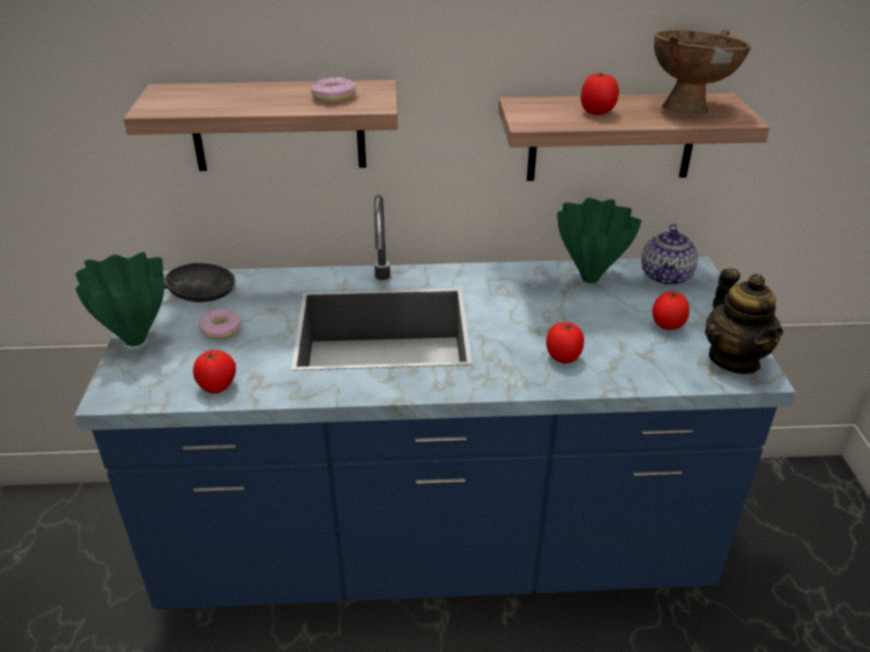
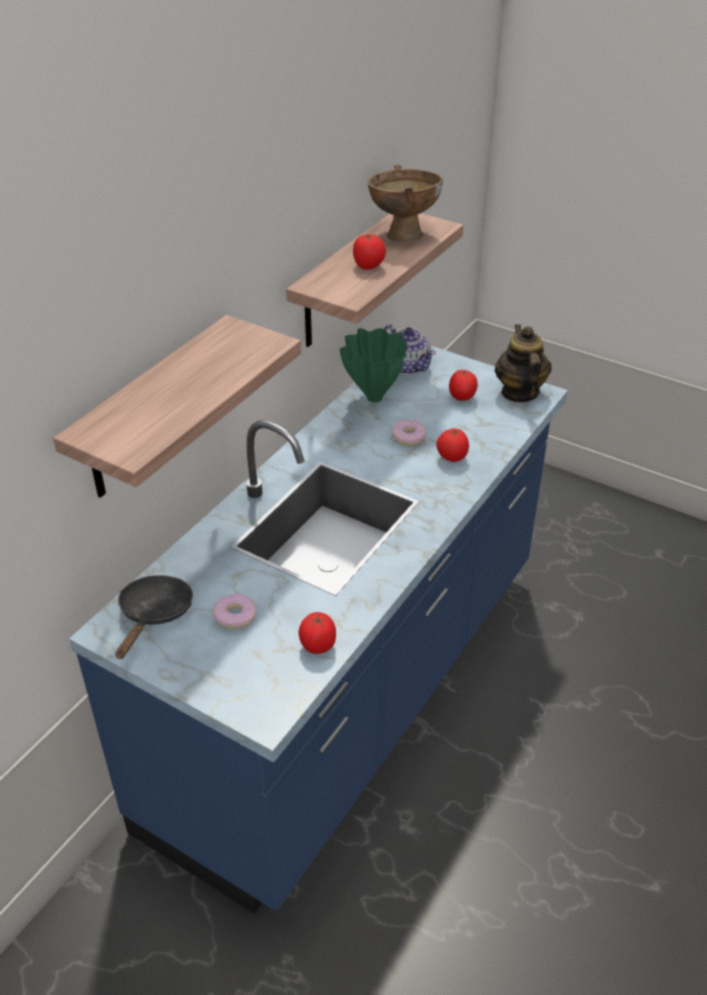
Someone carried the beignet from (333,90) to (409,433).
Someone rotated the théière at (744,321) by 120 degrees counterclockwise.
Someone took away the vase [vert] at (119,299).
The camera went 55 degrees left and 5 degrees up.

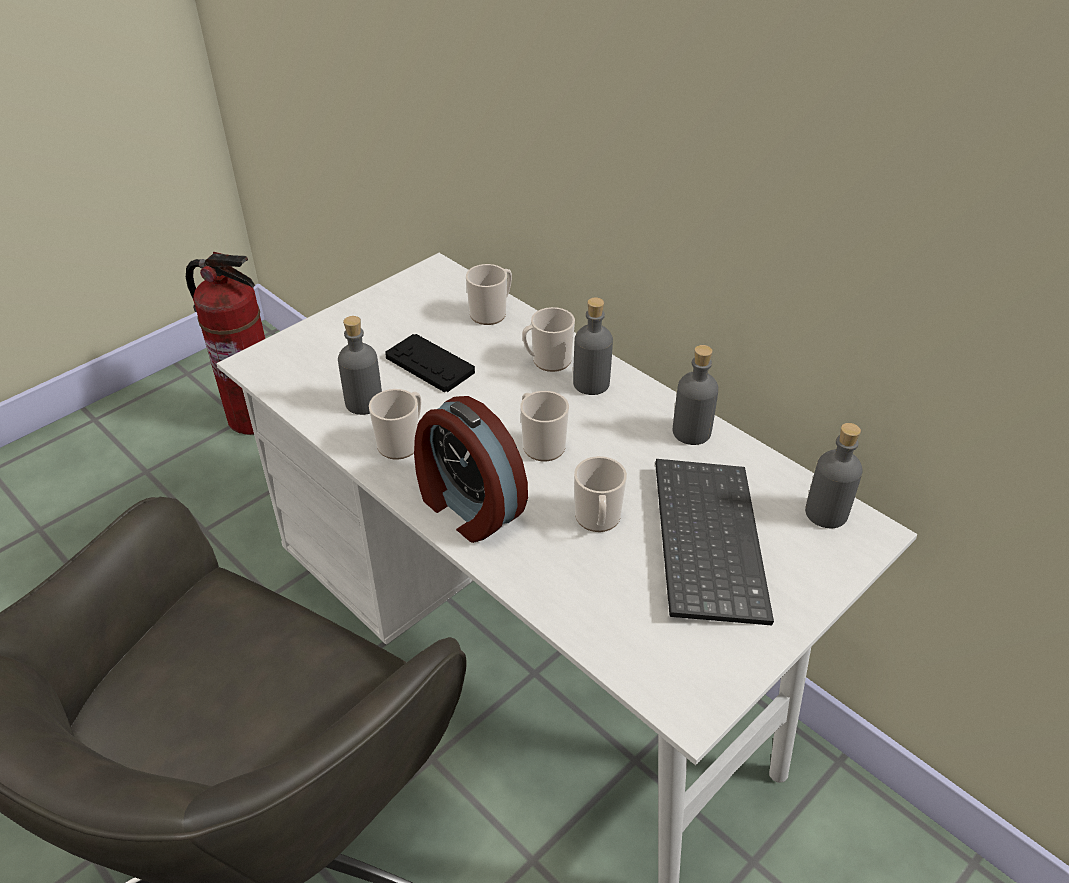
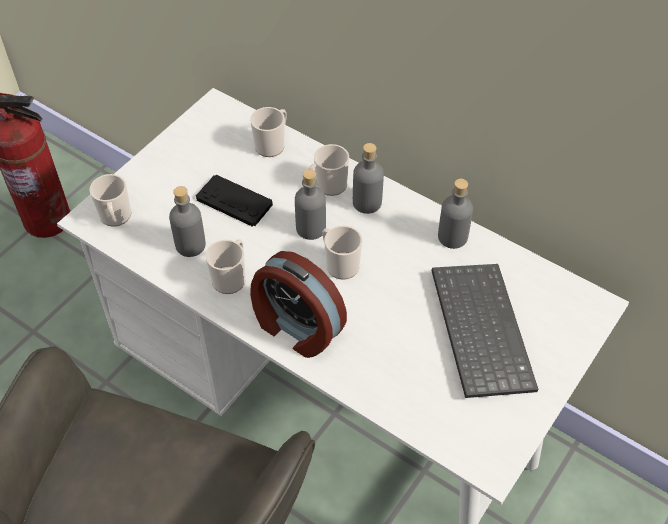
Someone carried the mug from (600,494) to (110,200).
Someone carried the bouteille [gris] from (834,475) to (310,204).
The camera went 10 degrees left and 10 degrees up.

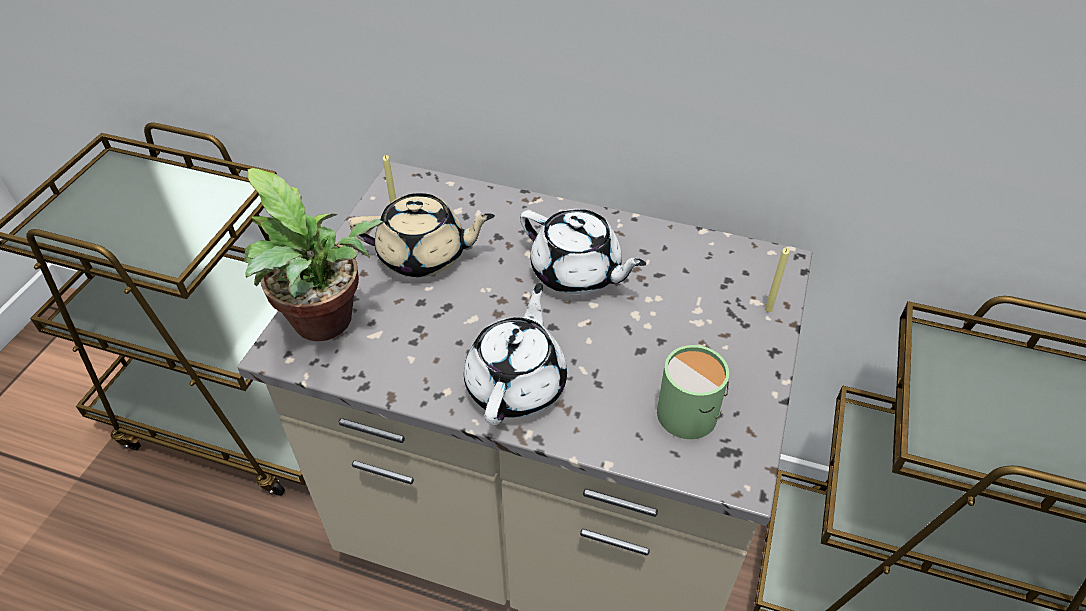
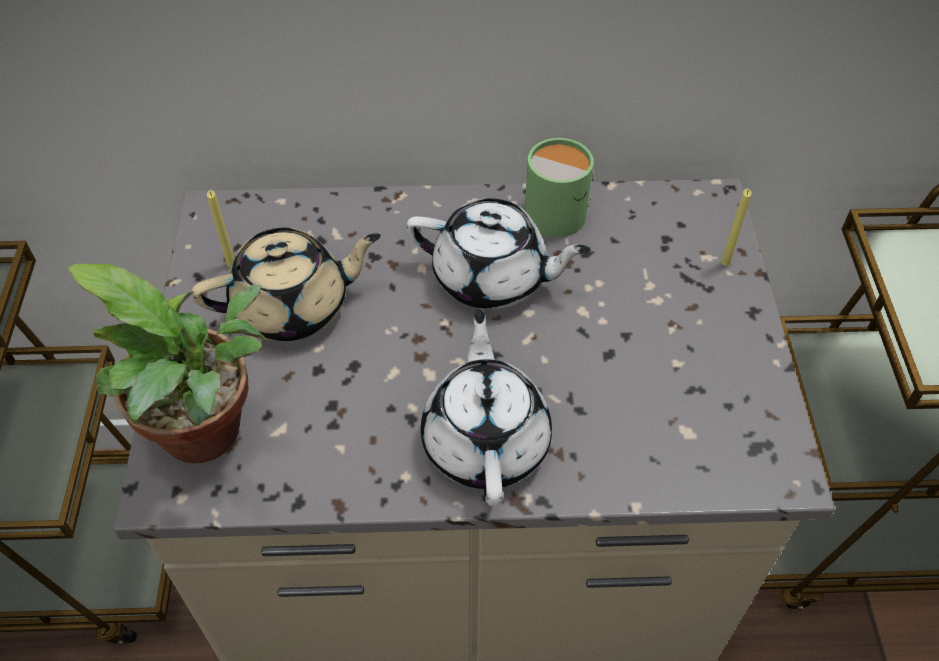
Someone carried the mug [vert] from (693,392) to (559,188).
The camera went 20 degrees left and 5 degrees up.

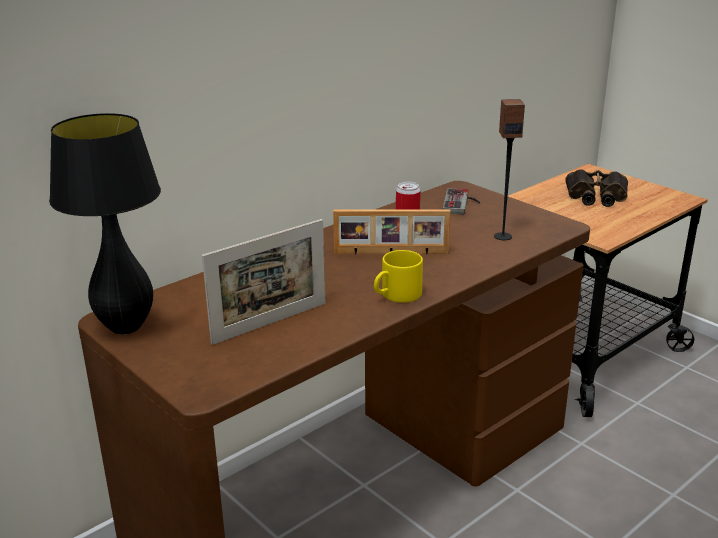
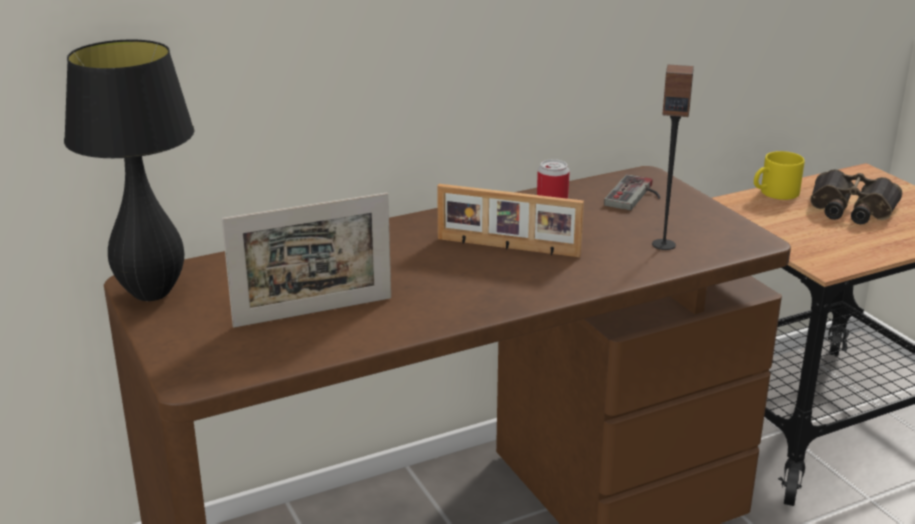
Someone carried the mug [jaune] from (398,276) to (779,175).
The camera went 15 degrees right and 0 degrees up.

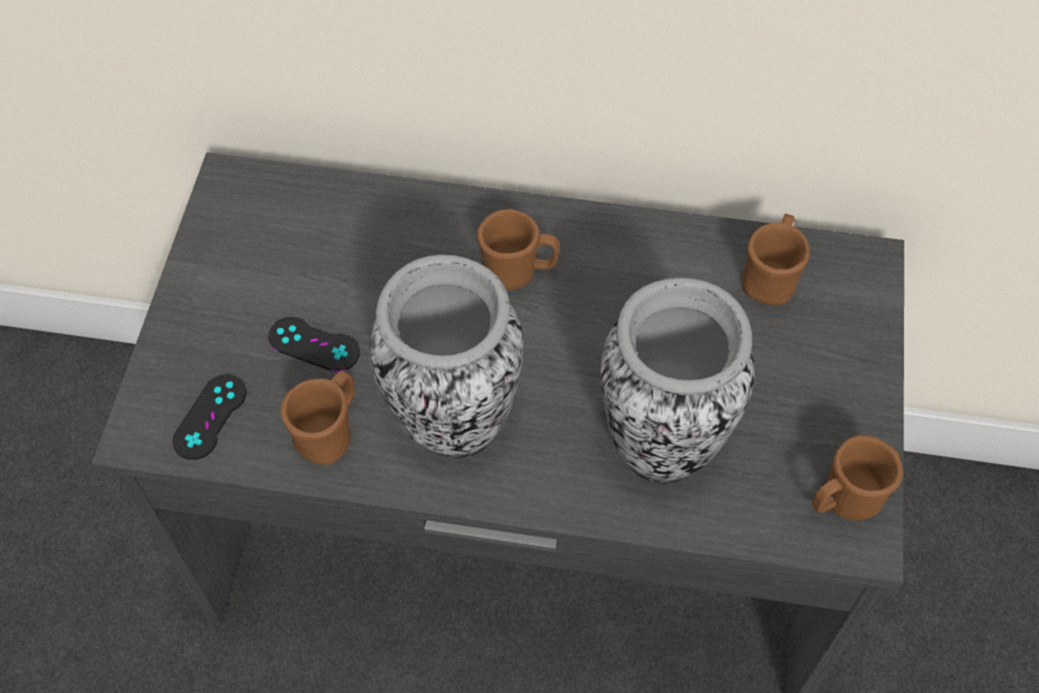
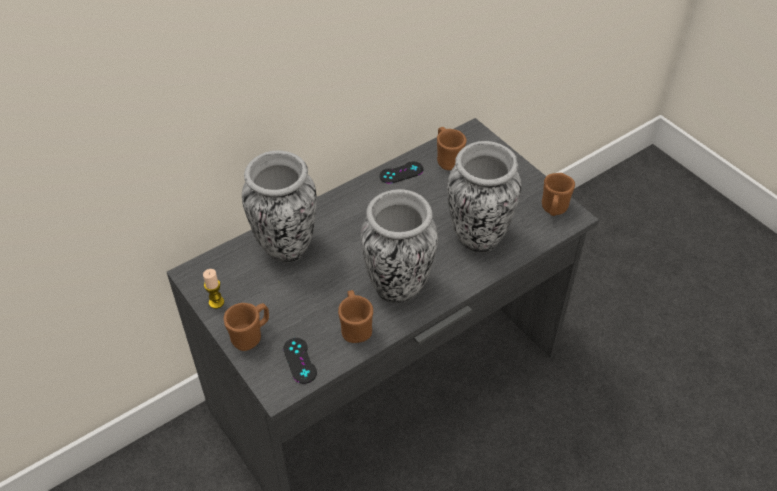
Someone put down the bougie at (213,289).
Someone carried the mug [marron] from (518,249) to (246,327).
Someone put down the vase at (279,206).
Someone carried the manette [noir] from (314,344) to (401,173).
The camera went 45 degrees left and 10 degrees down.

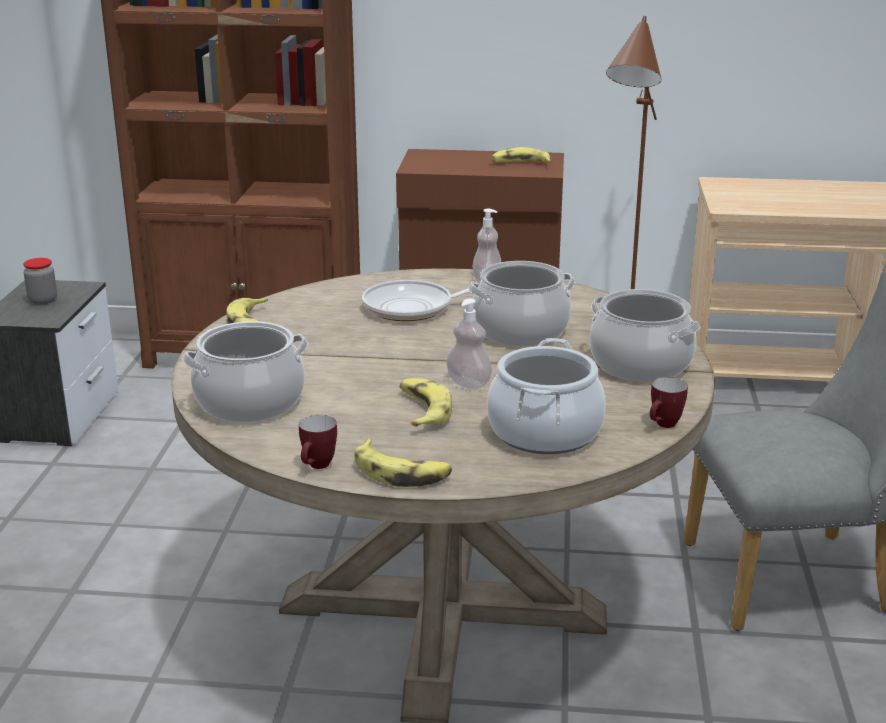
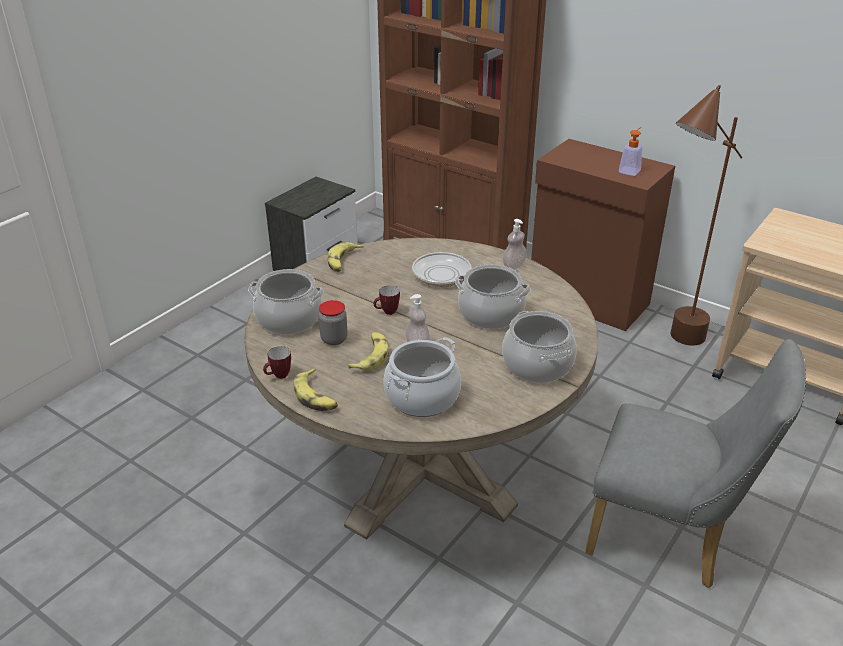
Someone carried the bocal from (40,281) to (333,322).
Someone carried the mug from (669,402) to (386,300).
Someone swapped the banane at (522,155) for the distributeur de savon at (630,151).
The camera went 30 degrees right and 10 degrees up.

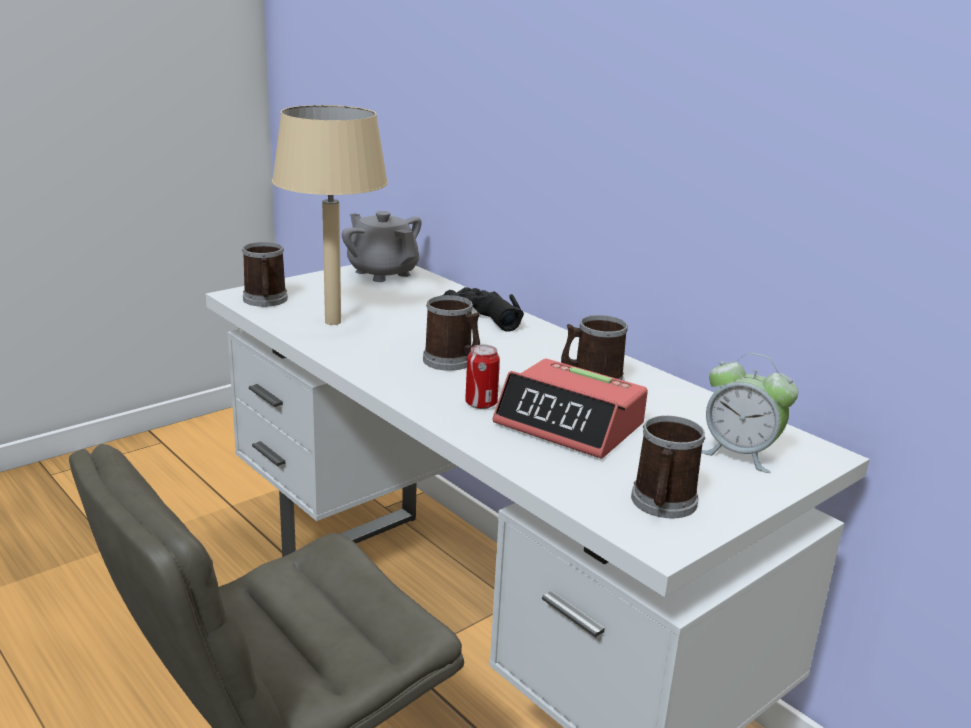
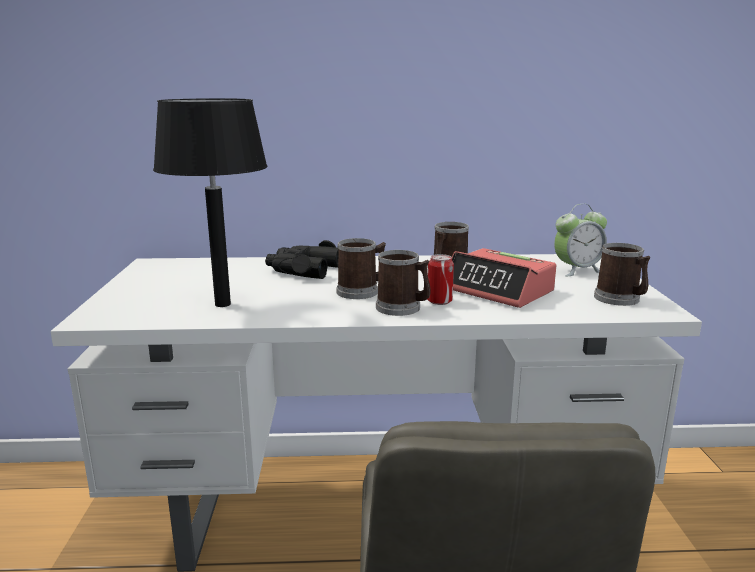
Someone repainted the lampe de table [beige] at (330,215), which became the lampe de table [noir] at (210,202).
Someone carried the mug from (265,274) to (403,283).
Someone rotated the réveil at (570,408) by 60 degrees clockwise.
Someone took away the théière [gris] at (382,246).
The camera went 50 degrees left and 5 degrees down.

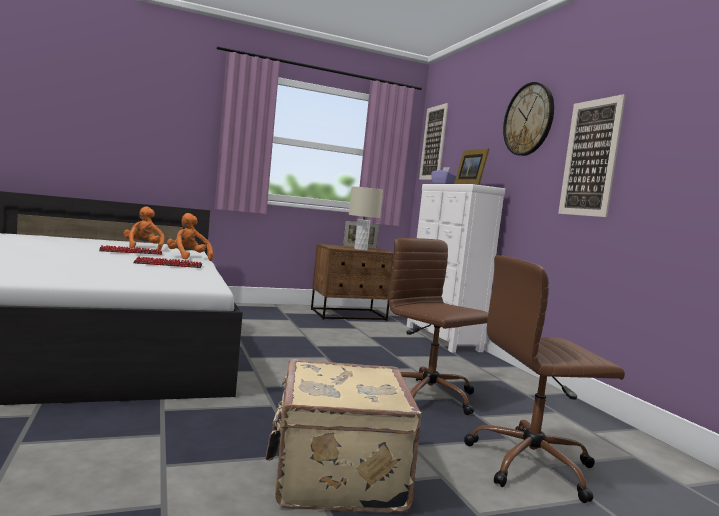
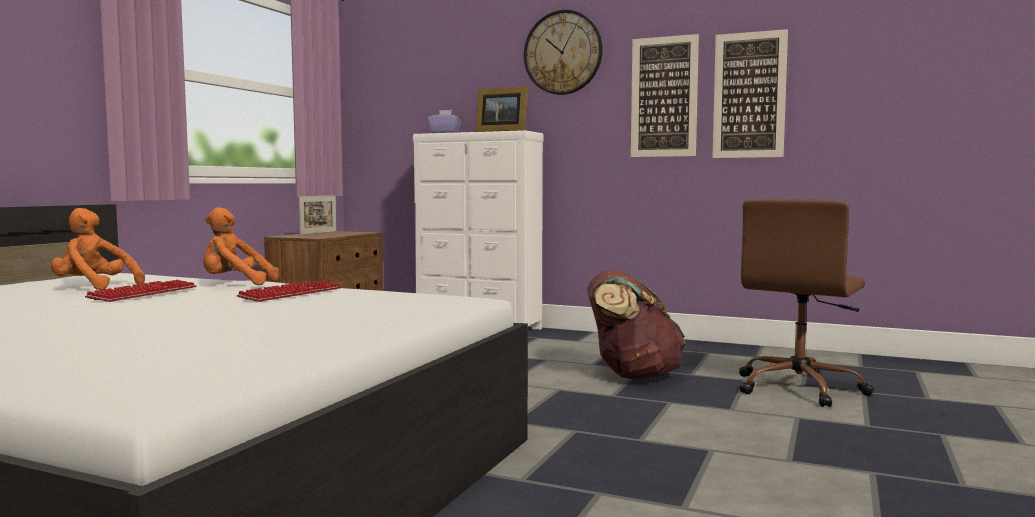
Someone swapped the chaise de bureau [marron] at (438,326) for the sac à dos [marron] at (636,325).
Someone carried the tableau from (433,141) to (750,93).
Someone took away the valise [beige] at (344,436).
Someone took away the lampe de table [beige] at (366,218).
The camera went 45 degrees left and 0 degrees up.

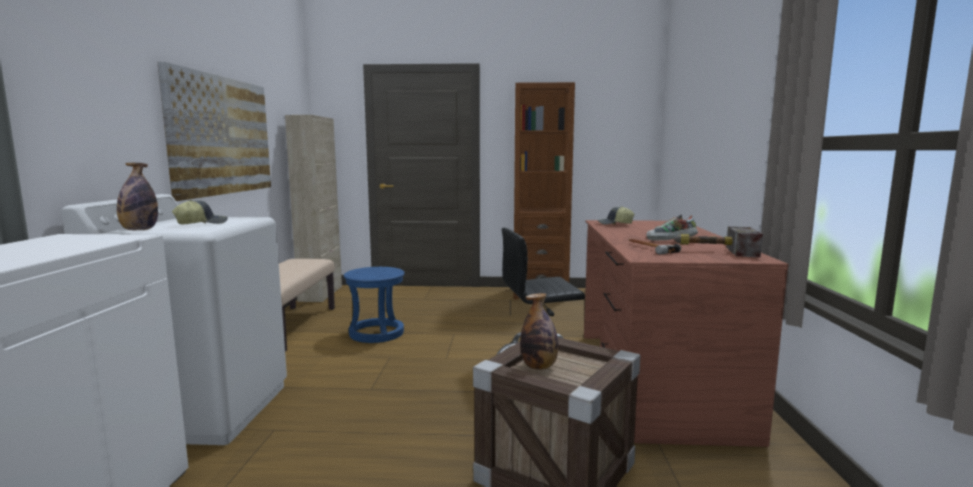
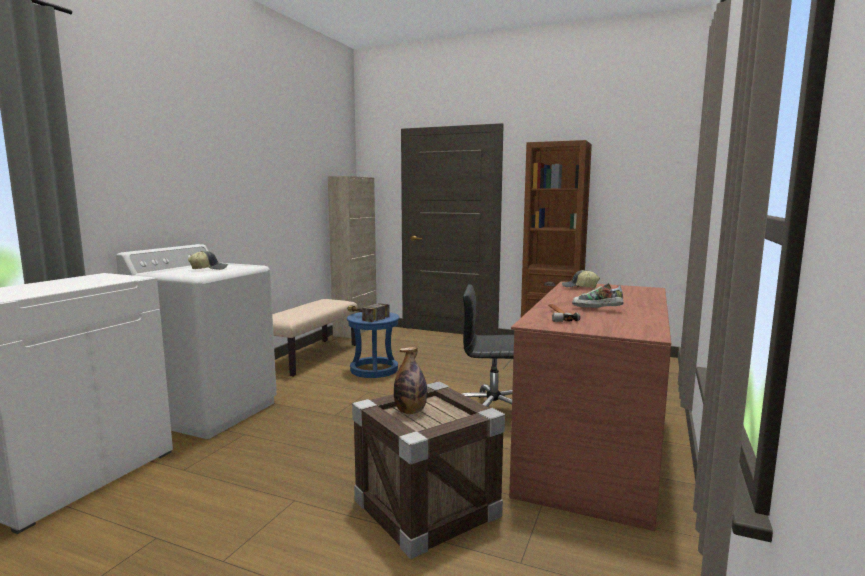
Someone carried the marteau from (718,241) to (368,312).
Someone took away the bouteille at (137,196).
Someone took away the tableau at (214,131).
The camera went 20 degrees right and 0 degrees up.

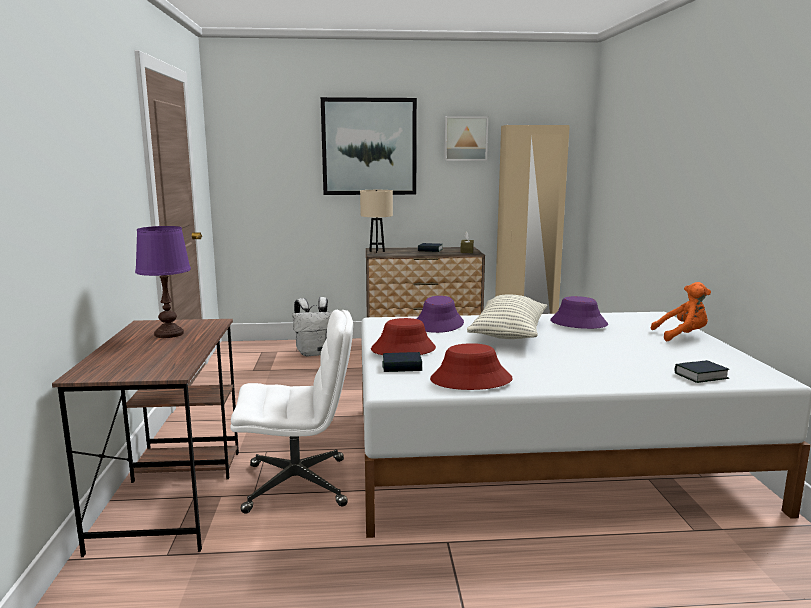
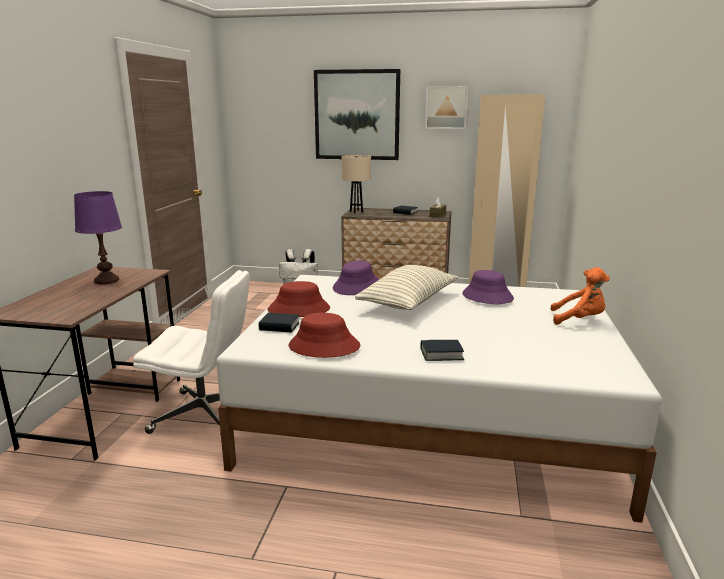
Someone carried the livre from (702,371) to (442,350).
The camera went 15 degrees right and 5 degrees up.

